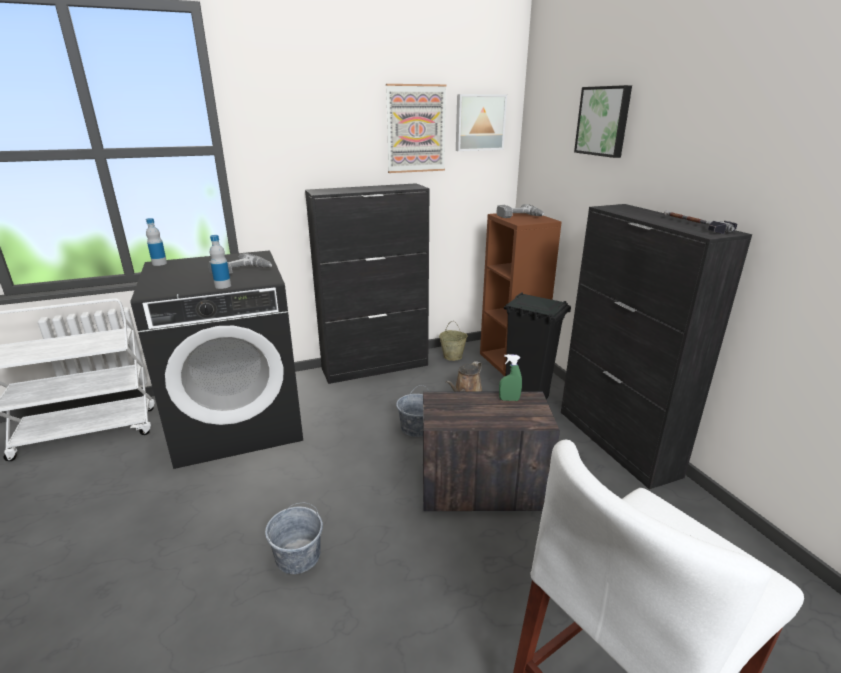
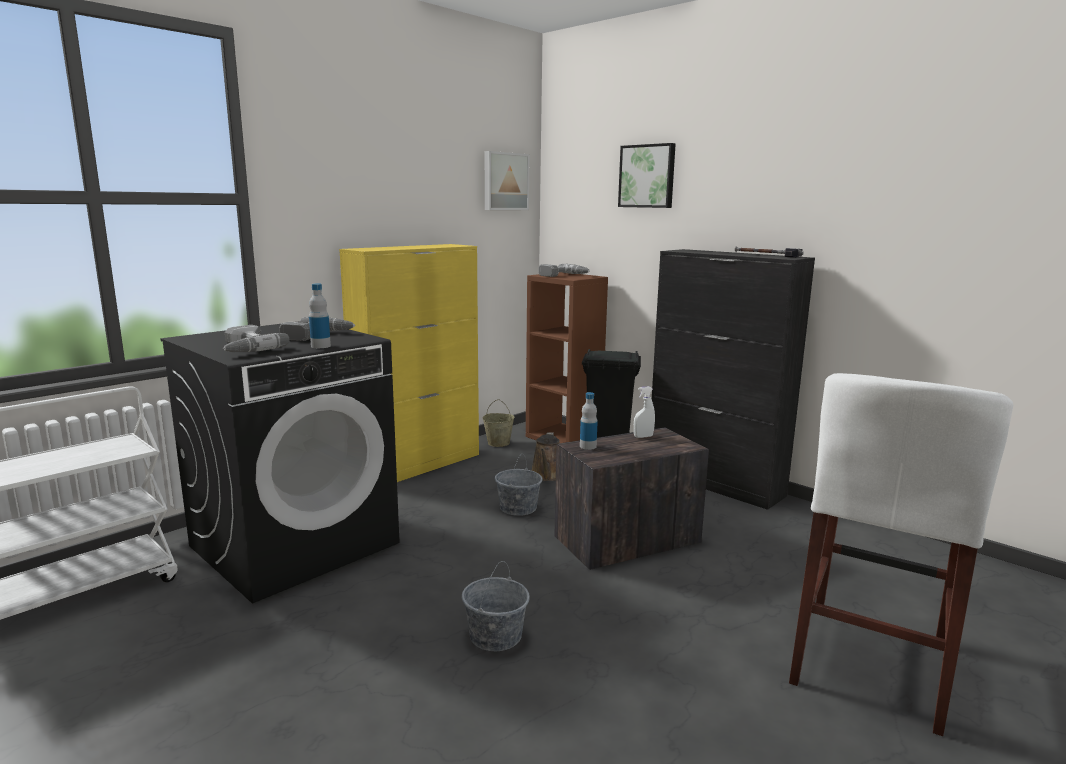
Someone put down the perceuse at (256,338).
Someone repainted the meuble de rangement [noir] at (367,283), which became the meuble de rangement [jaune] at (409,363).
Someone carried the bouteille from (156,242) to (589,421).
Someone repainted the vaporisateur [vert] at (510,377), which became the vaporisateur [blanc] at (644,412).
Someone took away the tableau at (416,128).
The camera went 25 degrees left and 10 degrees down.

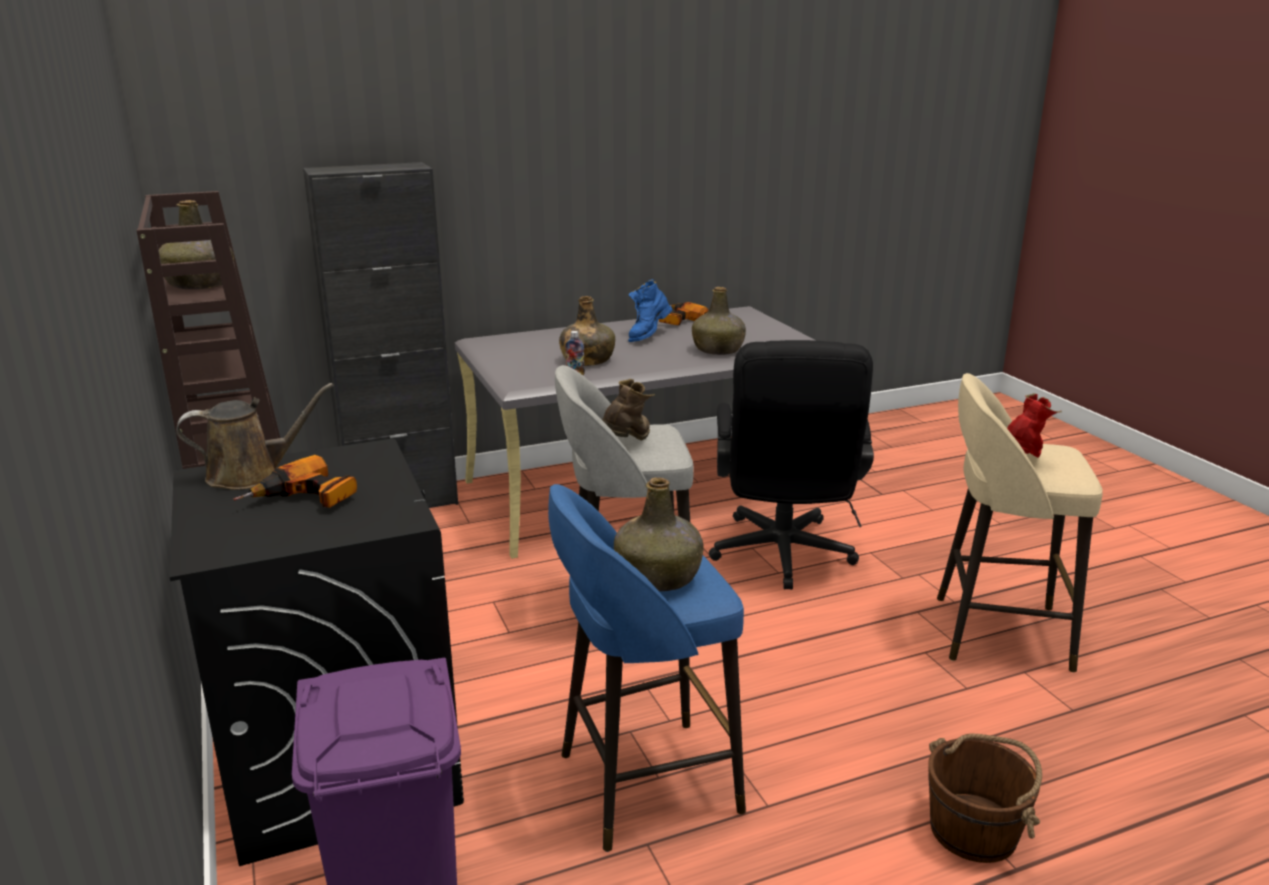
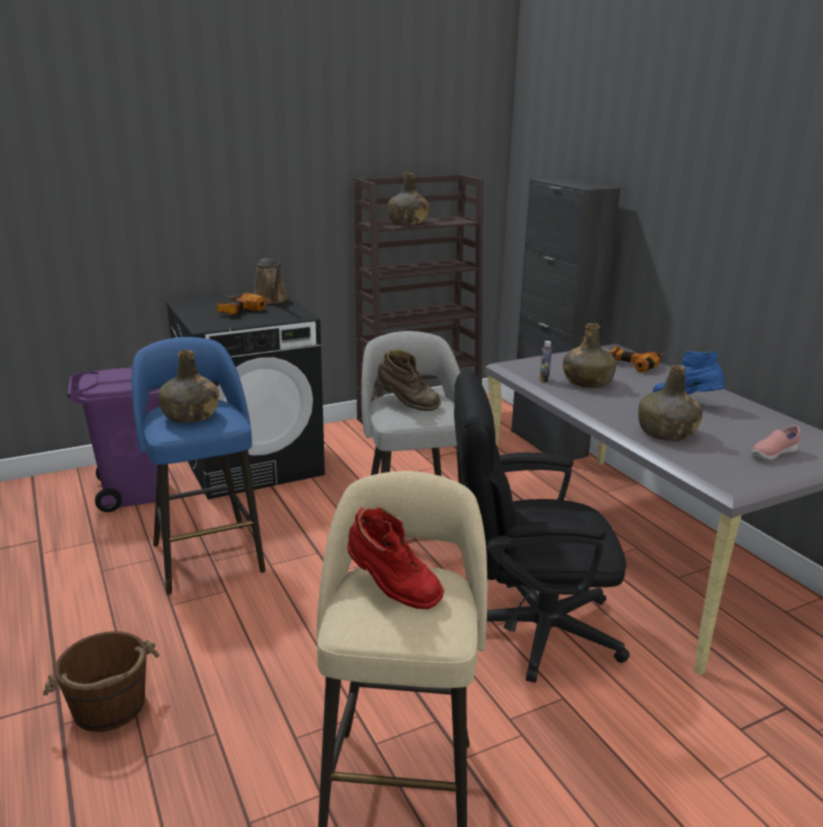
Someone carried the perceuse from (684,313) to (637,360).
Someone put down the chaussure [rose] at (776,442).
The camera went 85 degrees right and 0 degrees up.

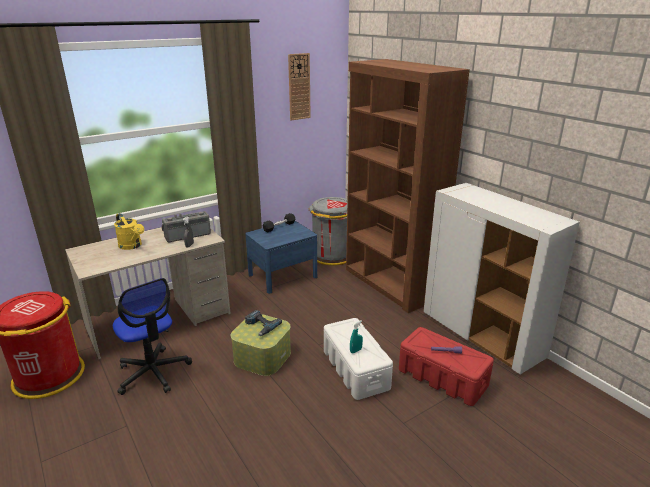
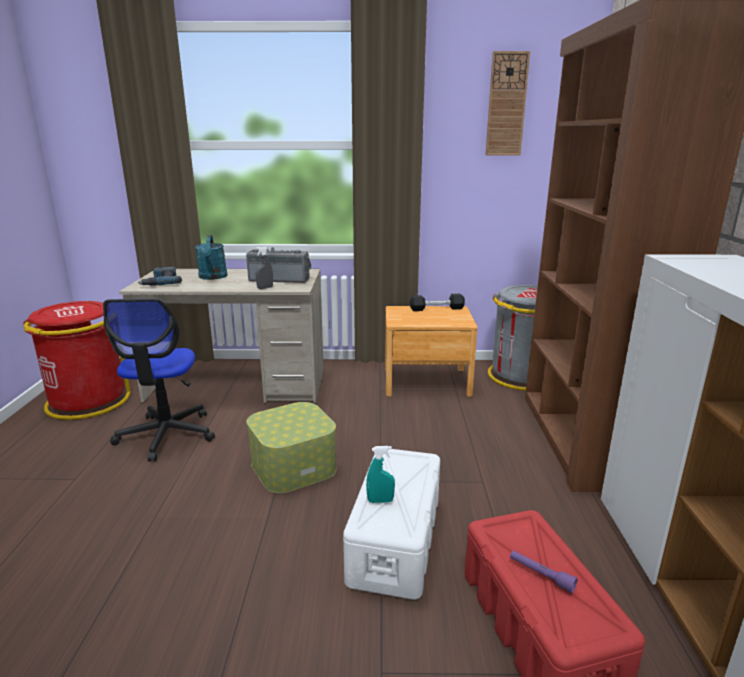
Someone carried the perceuse from (263,323) to (159,276).
Someone repainted the arrosoir [jaune] at (129,231), which became the arrosoir [turquoise] at (211,257).
Someone repainted the table de chevet [bleu] at (281,257), which became the table de chevet [marron] at (431,351).
The camera went 35 degrees right and 5 degrees down.

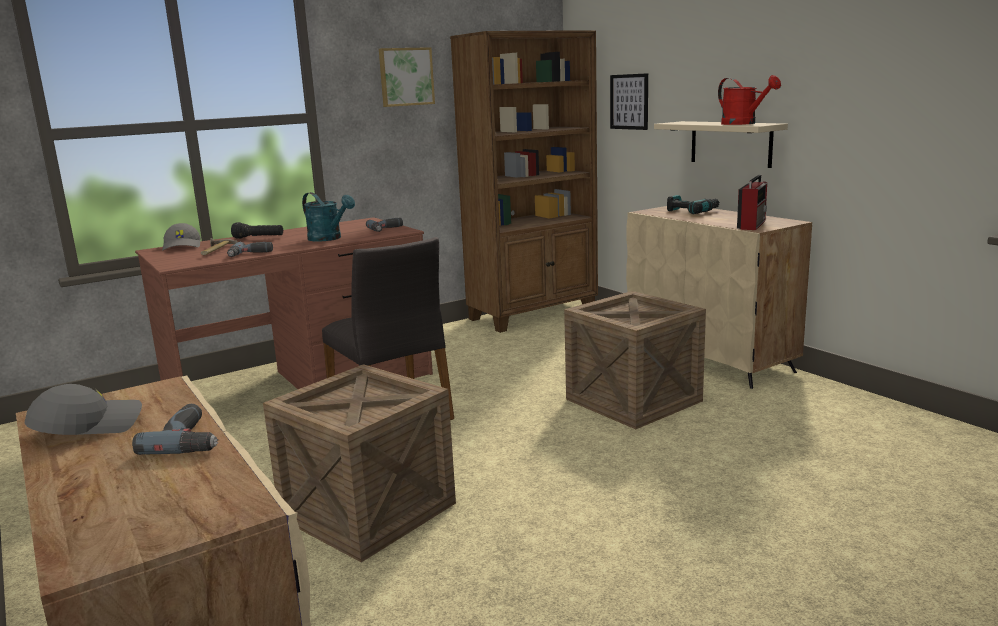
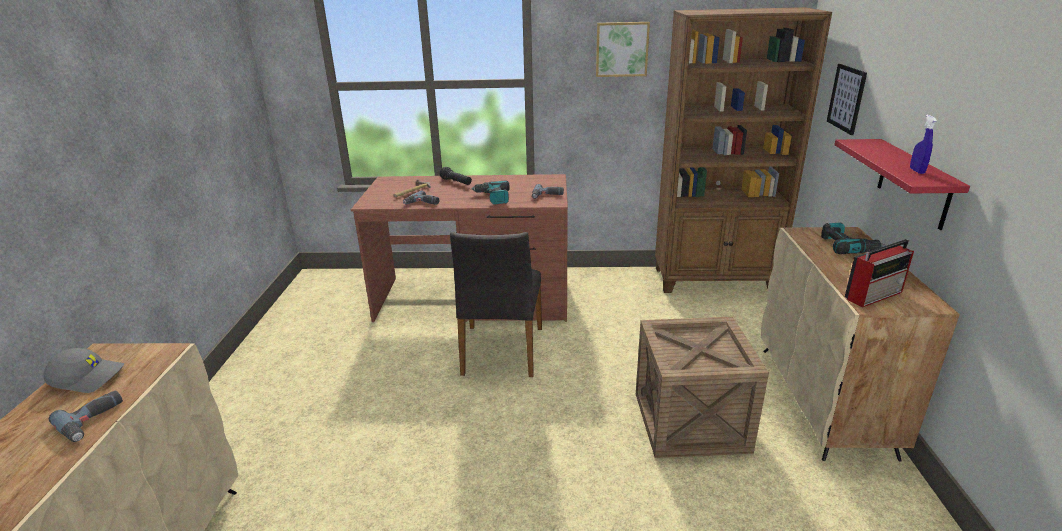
Someone swapped the arrosoir [turquoise] at (328,217) for the perceuse at (490,192).
Someone repainted the étagère [beige] at (721,144), which became the étagère [rouge] at (902,184).
Someone swapped the arrosoir [rouge] at (749,100) for the vaporisateur [bleu] at (923,144).
Someone took away the casquette [gris] at (181,237).
Someone took away the caisse at (359,463).
The camera went 35 degrees right and 10 degrees up.

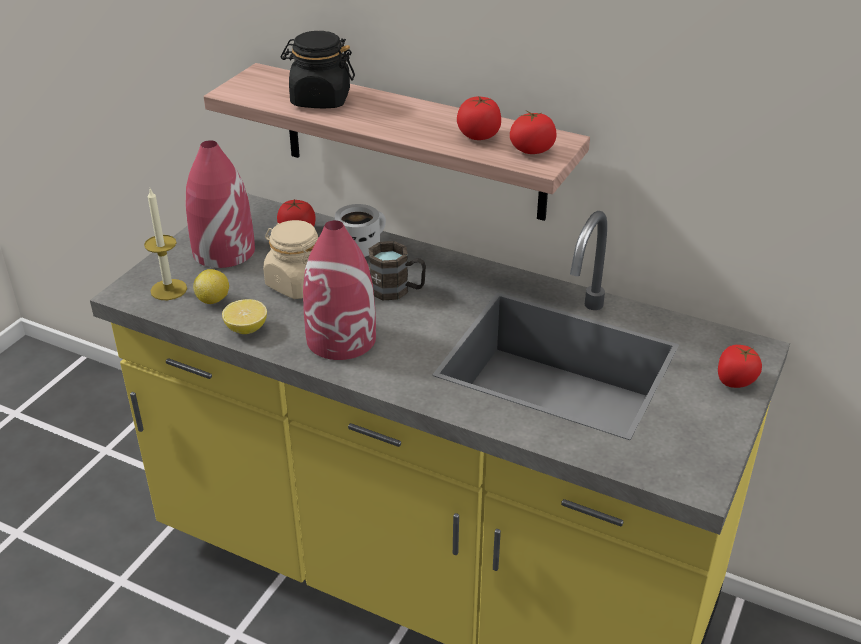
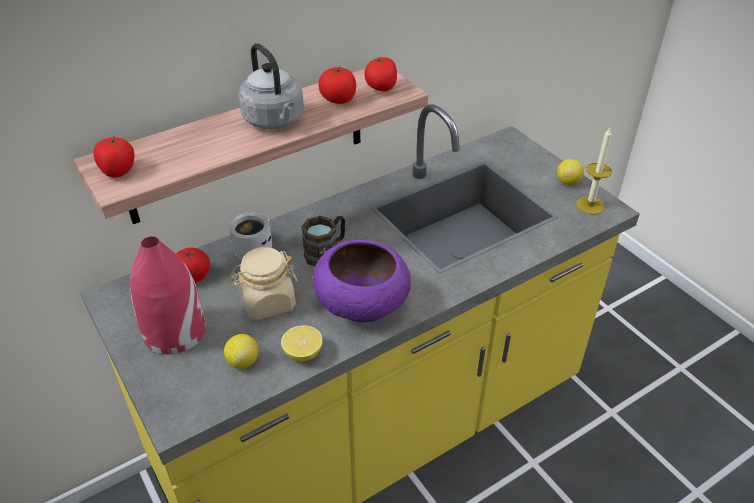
Someone carried the tomate from (740,366) to (114,157).
Someone put down the bouilloire [gris] at (271,86).
Someone swapped the vase [rouge] at (339,290) for the bol [violet] at (362,281).
Someone put down the citron at (570,172).
Someone carried the bougie from (165,244) to (594,171).
Someone took away the bocal [noir] at (318,69).
The camera went 60 degrees left and 5 degrees up.

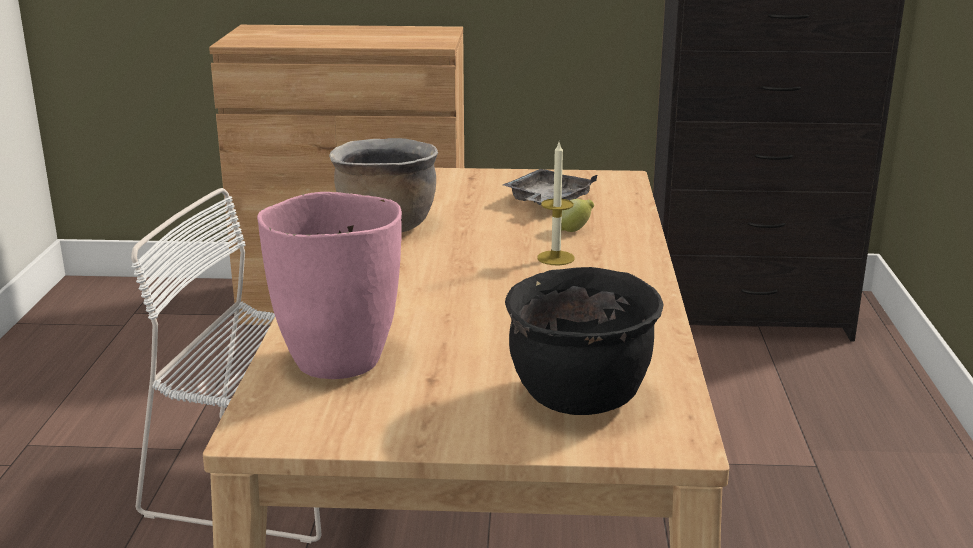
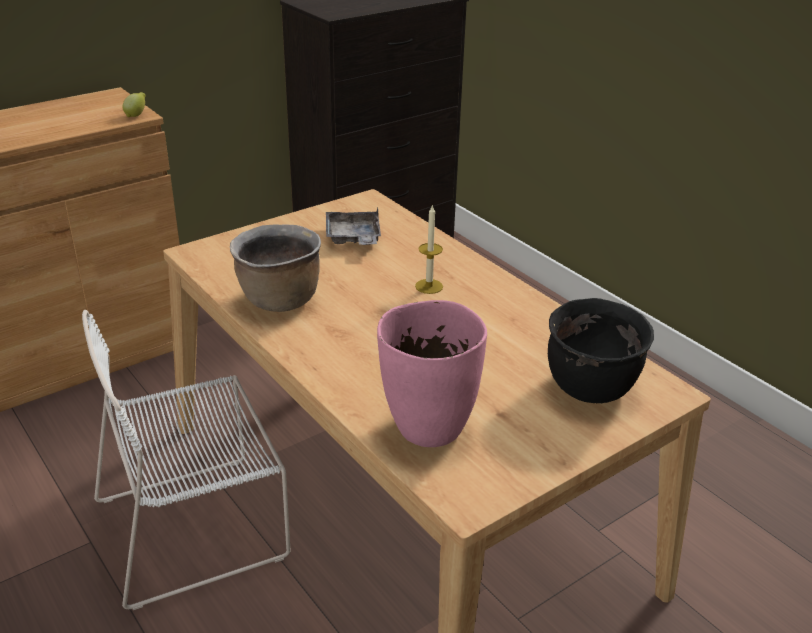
Someone carried the citron from (577,215) to (134,104).
The camera went 40 degrees left and 10 degrees up.

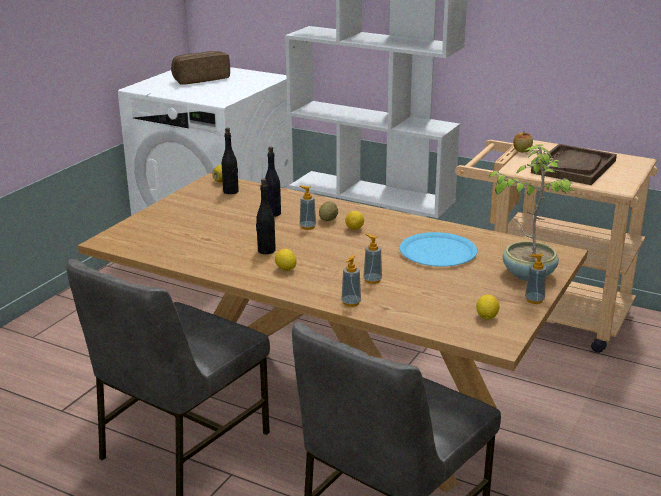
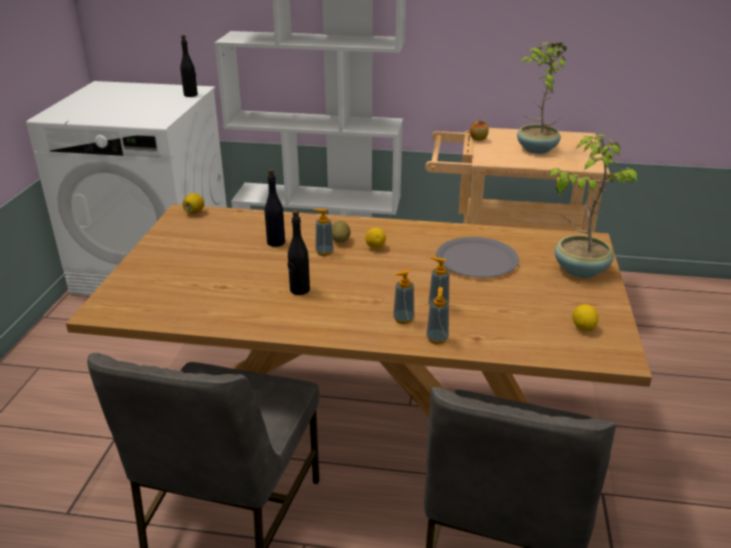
Someone carried the bouteille [noir] from (230,161) to (189,66).
Someone carried the distributeur de savon from (536,278) to (403,297).
Someone repainted the assiette [bleu] at (438,249), which became the assiette [gris] at (477,257).
Someone swapped the plateau [marron] at (574,164) for the plante en pot at (542,98).
Someone took away the pain at (200,68).
Someone took away the citron at (286,260).
The camera went 20 degrees left and 5 degrees up.

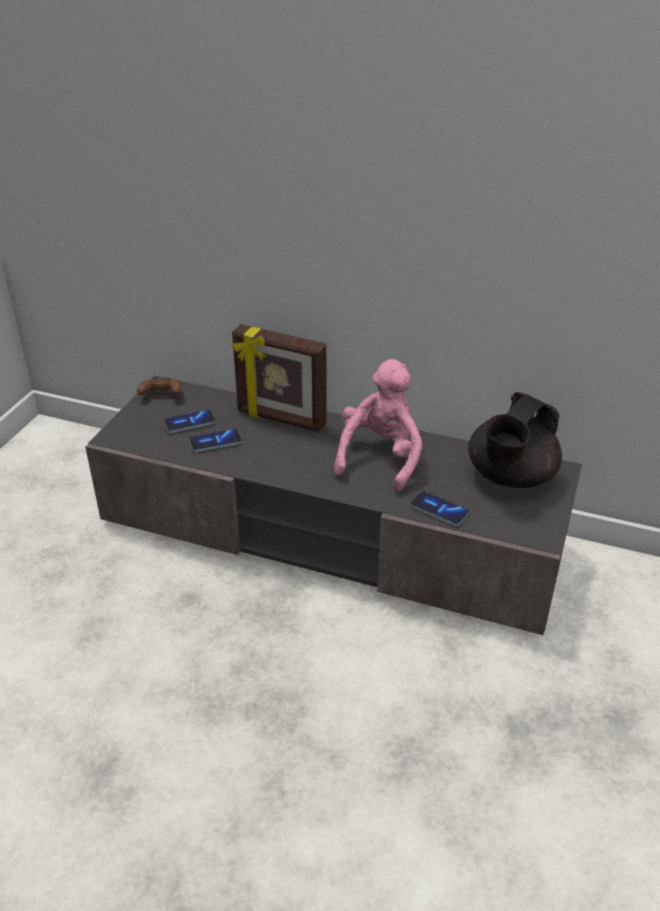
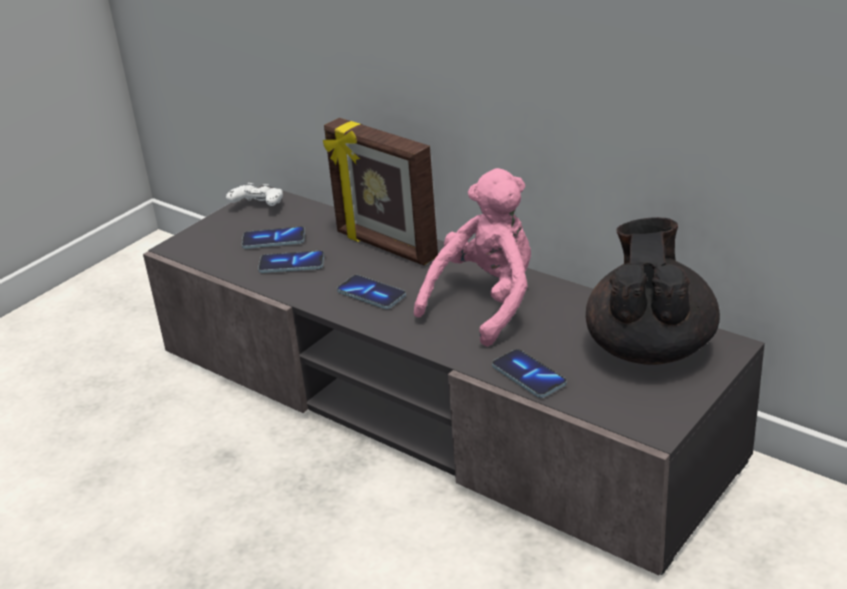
Someone repainted the manette [marron] at (159,386), which became the manette [blanc] at (254,194).
Someone put down the téléphone at (371,292).
Someone rotated the théière [noir] at (515,440) by 135 degrees clockwise.
The camera went 20 degrees right and 5 degrees down.

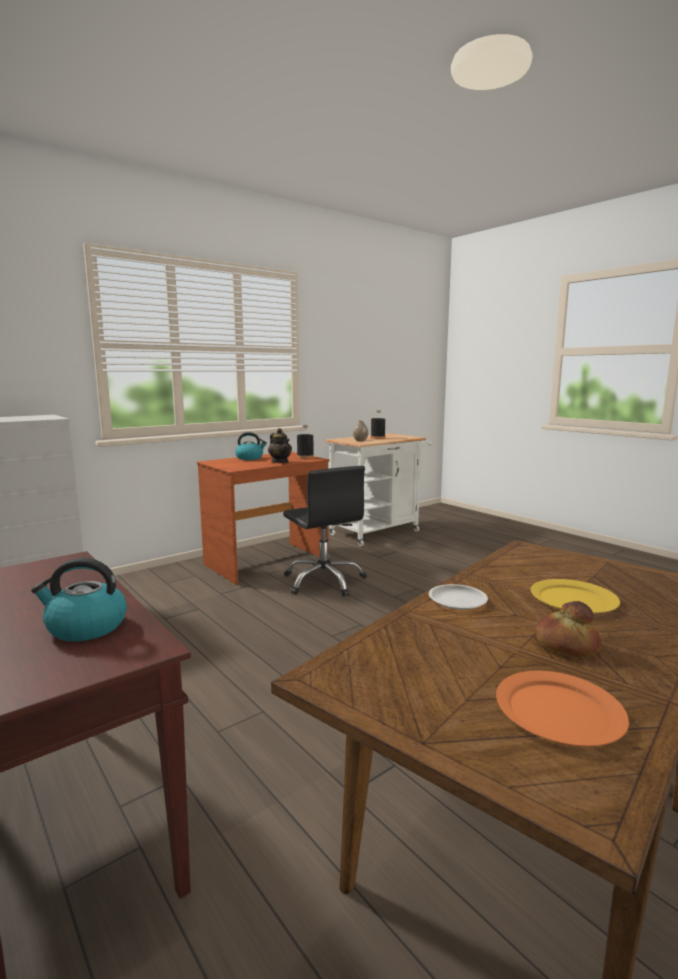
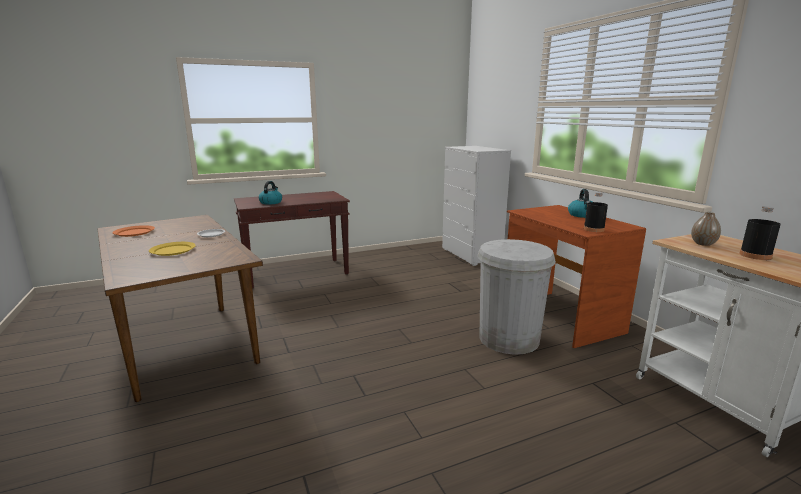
Someone swapped the chaise de bureau [noir] at (325,531) for the poubelle [blanc] at (517,297).
Someone took away the théière at (280,445).
Someone took away the pain at (568,629).
The camera went 105 degrees right and 5 degrees up.

